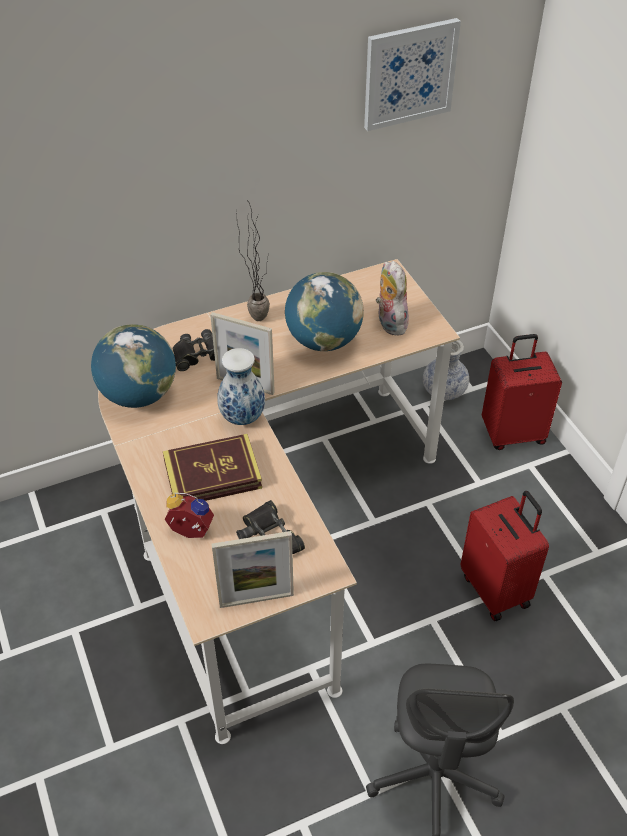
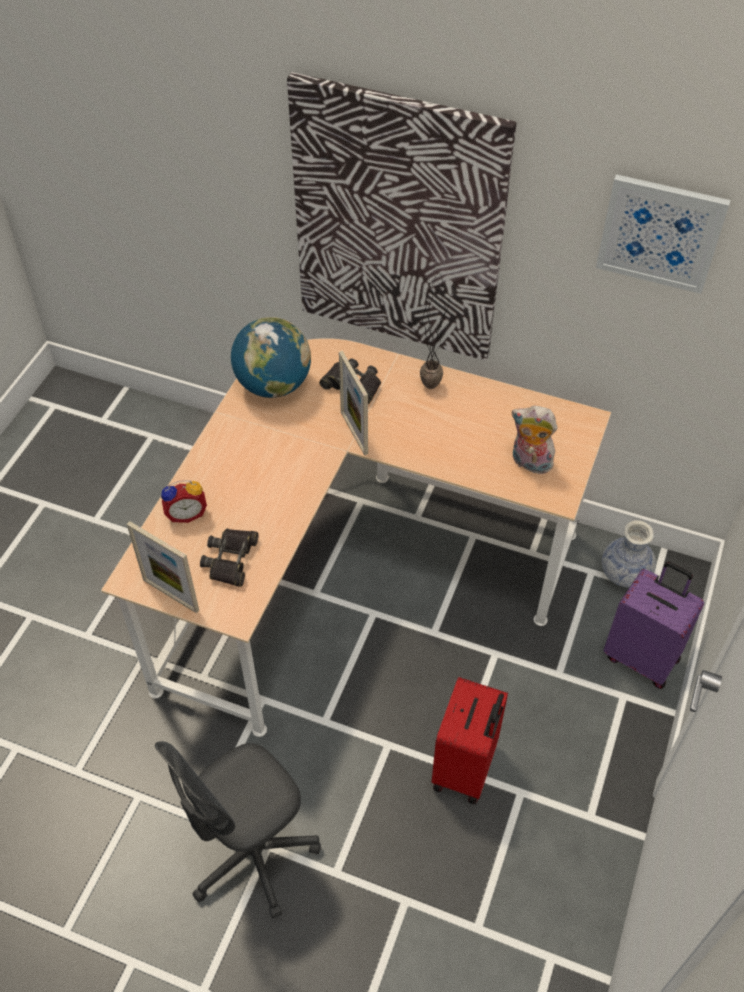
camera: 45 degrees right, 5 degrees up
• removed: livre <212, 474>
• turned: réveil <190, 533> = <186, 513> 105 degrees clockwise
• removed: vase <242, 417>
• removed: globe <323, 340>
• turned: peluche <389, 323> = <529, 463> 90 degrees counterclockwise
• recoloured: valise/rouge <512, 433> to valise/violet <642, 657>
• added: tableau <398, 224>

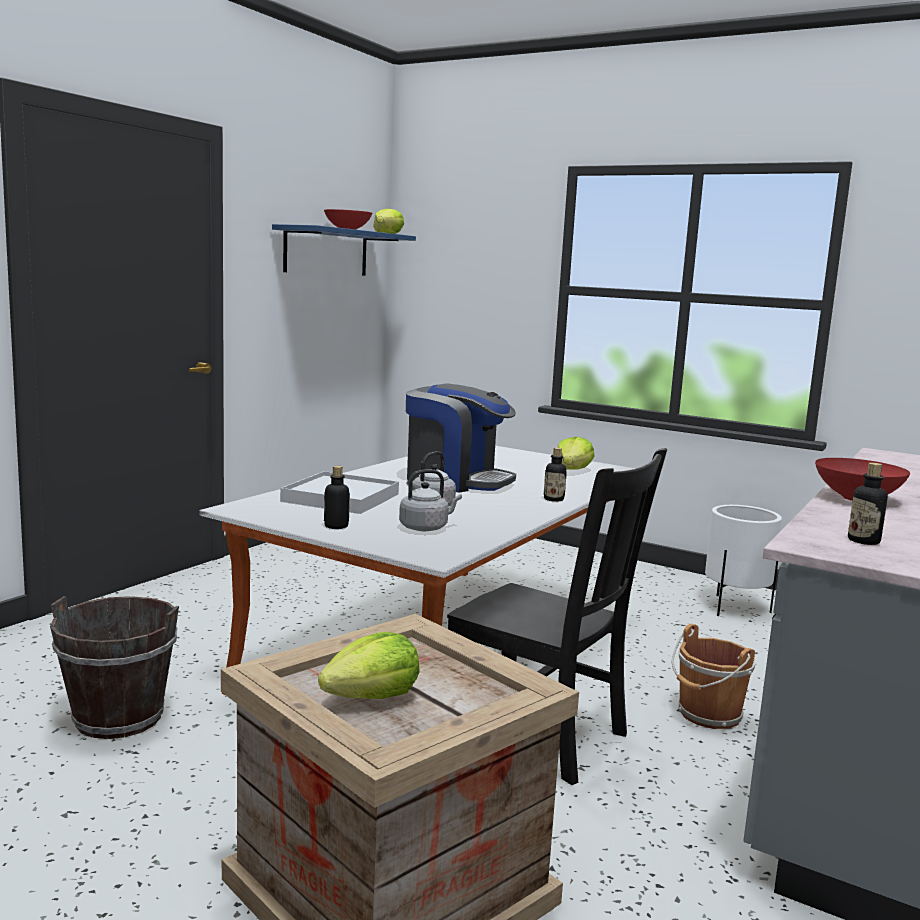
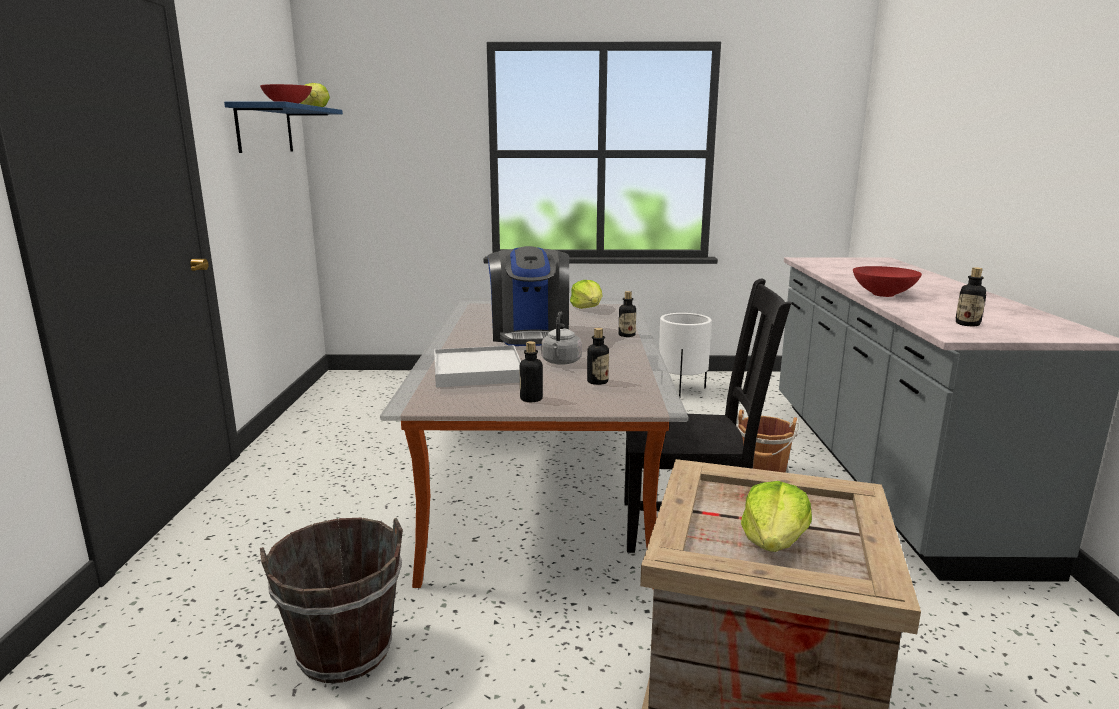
camera: 30 degrees left, 5 degrees up
• replaced: bouilloire/gris <426, 528> to bouteille <597, 382>
• turned: machine à café <456, 481> = <530, 335> 90 degrees clockwise

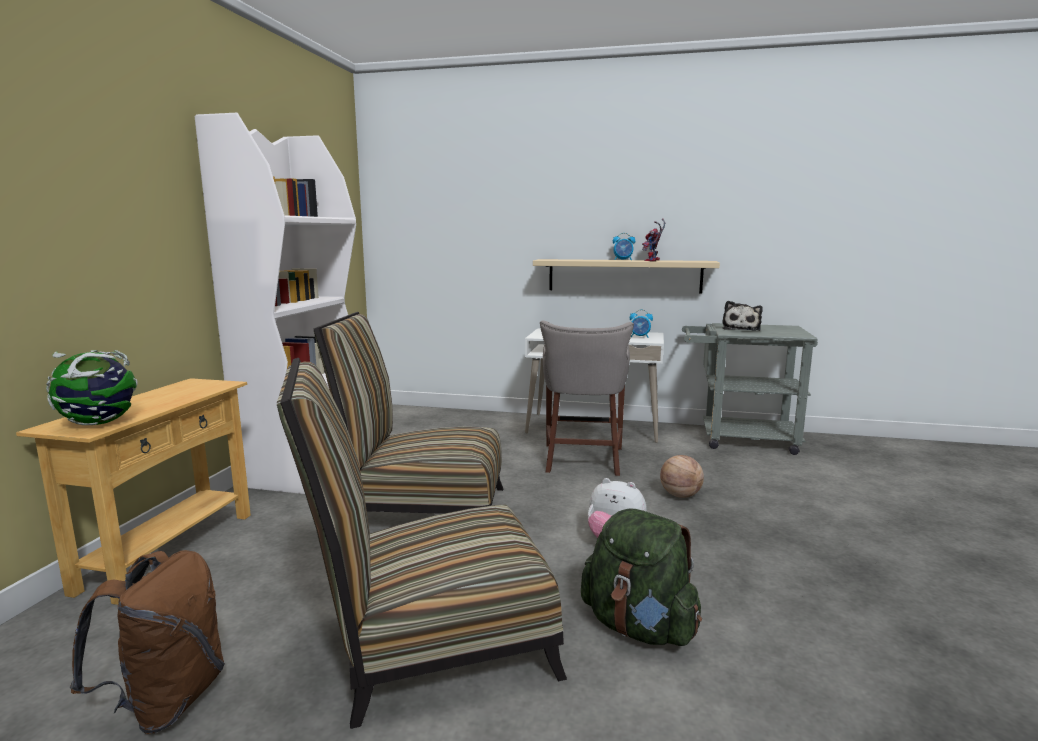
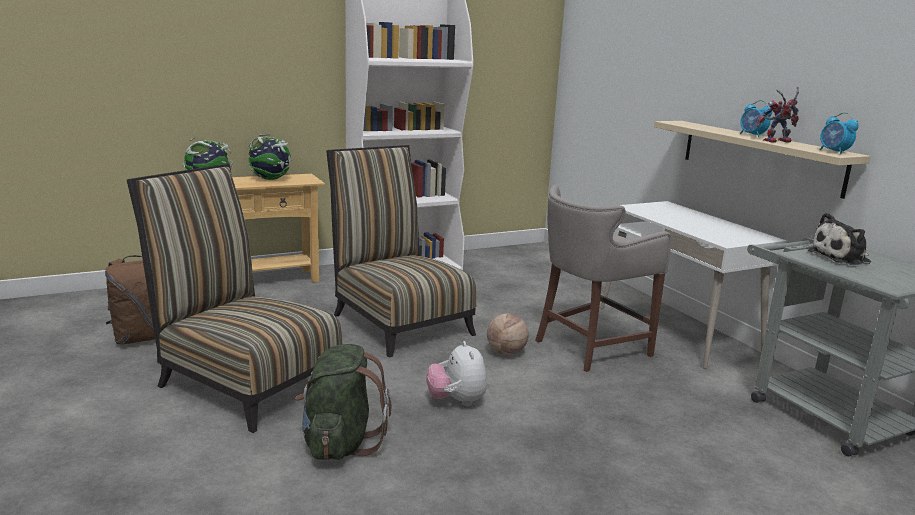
camera: 50 degrees right, 5 degrees up
• moved: réveil <640, 337> to <834, 152>
• moved: ballon de basket <680, 495> to <506, 353>
• added: globe <270, 179>

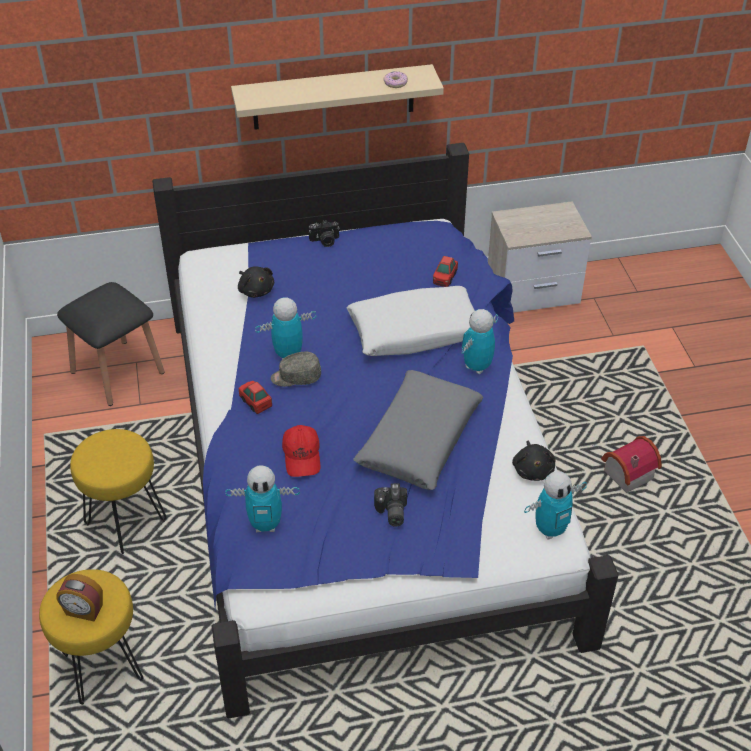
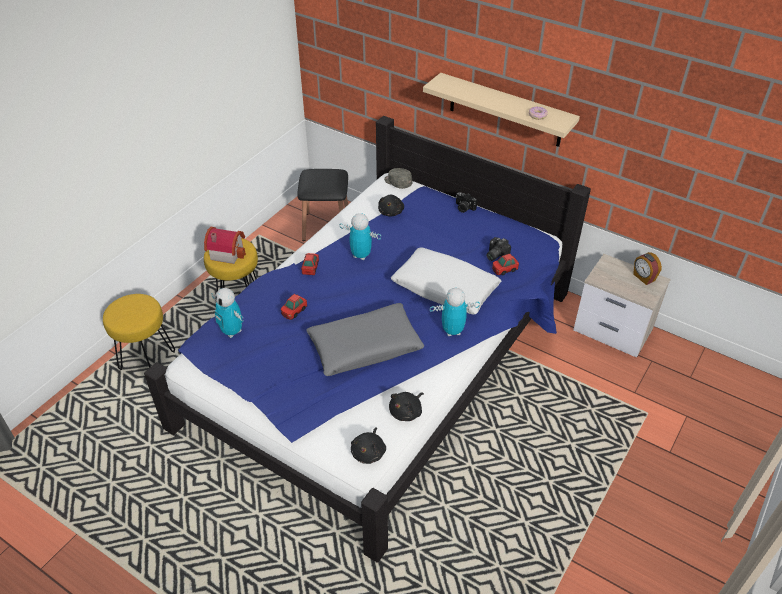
camera: 45 degrees right, 0 degrees up
• moved: réveil <84, 611> to <643, 277>
• moved: casquette/gris <296, 377> to <397, 183>
• replaced: casquette/rouge <302, 457> to petite voiture <294, 311>
• moved: appareil photo <390, 512> to <495, 254>
• replaced: robot jouet <550, 530> to peluche/noir <369, 452>
• moved: maison miniature <625, 474> to <227, 252>

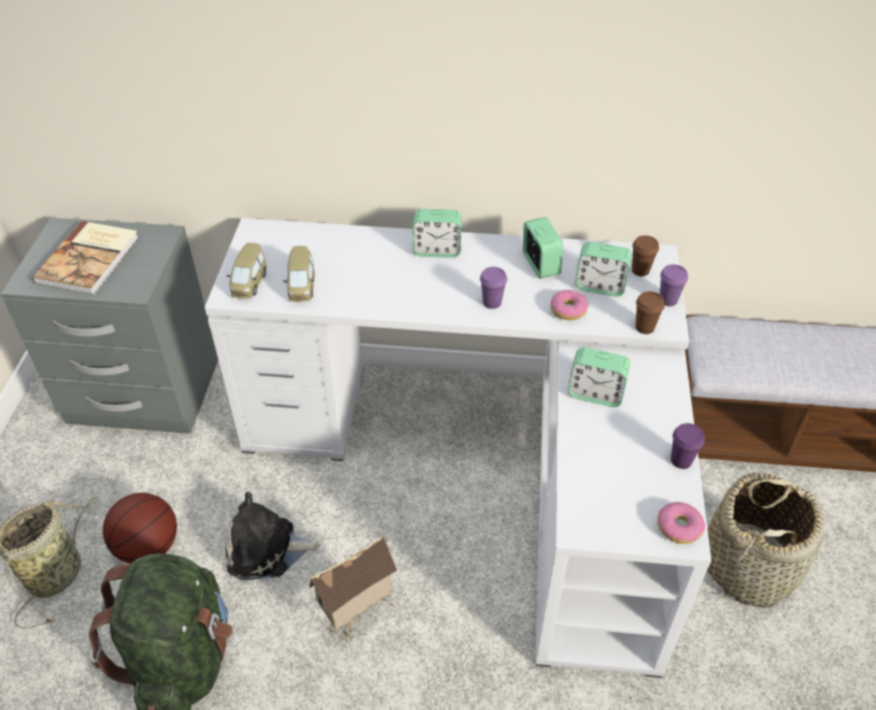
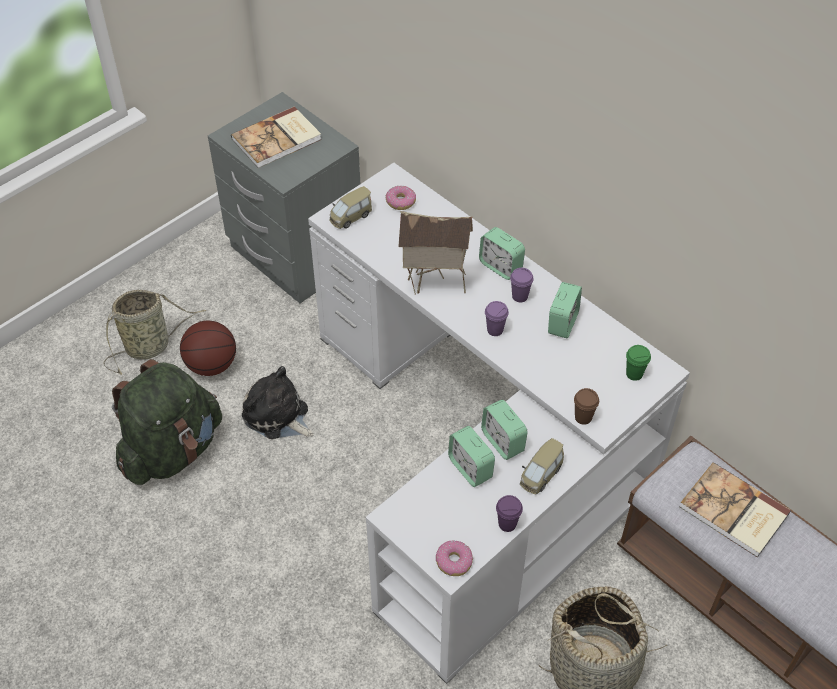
camera: 40 degrees right, 5 degrees up
• moved: petite voiture <301, 286> to <540, 475>
• moved: maison miniature <360, 619> to <434, 285>
• moved: beignet <568, 310> to <400, 202>
• moved: réveil <600, 286> to <470, 468>
• recoloured: tasse/marron <640, 270> to tasse/vert <634, 374>
• moved: tasse/violet <668, 300> to <520, 296>
• added: livre <733, 512>

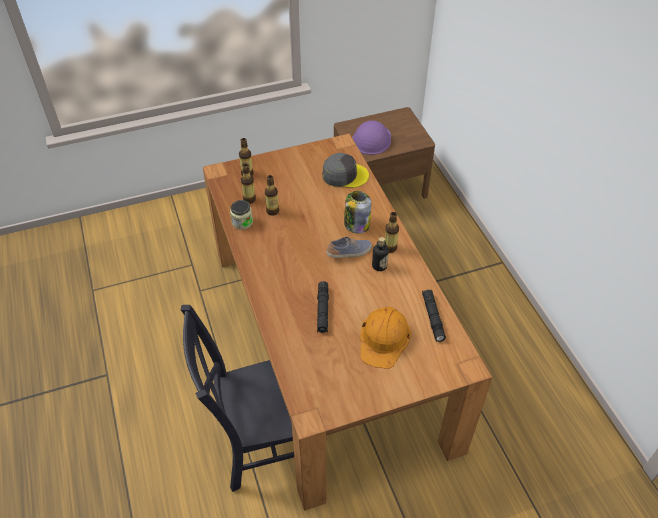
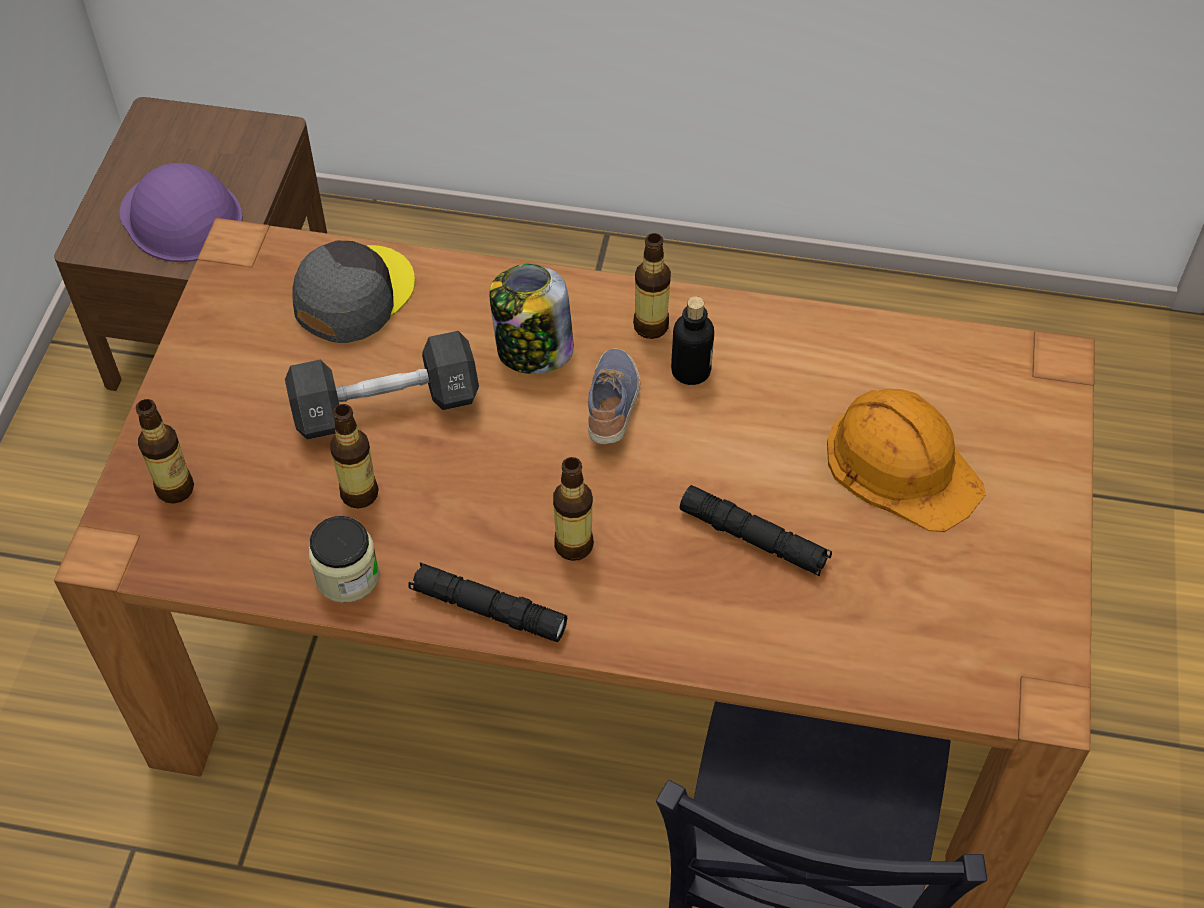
camera: 60 degrees left, 5 degrees up
• moved: bouteille <249, 199> to <573, 545>
• moved: lampe de poche/noir <433, 317> to <488, 609>
• added: haltère/noir <386, 406>

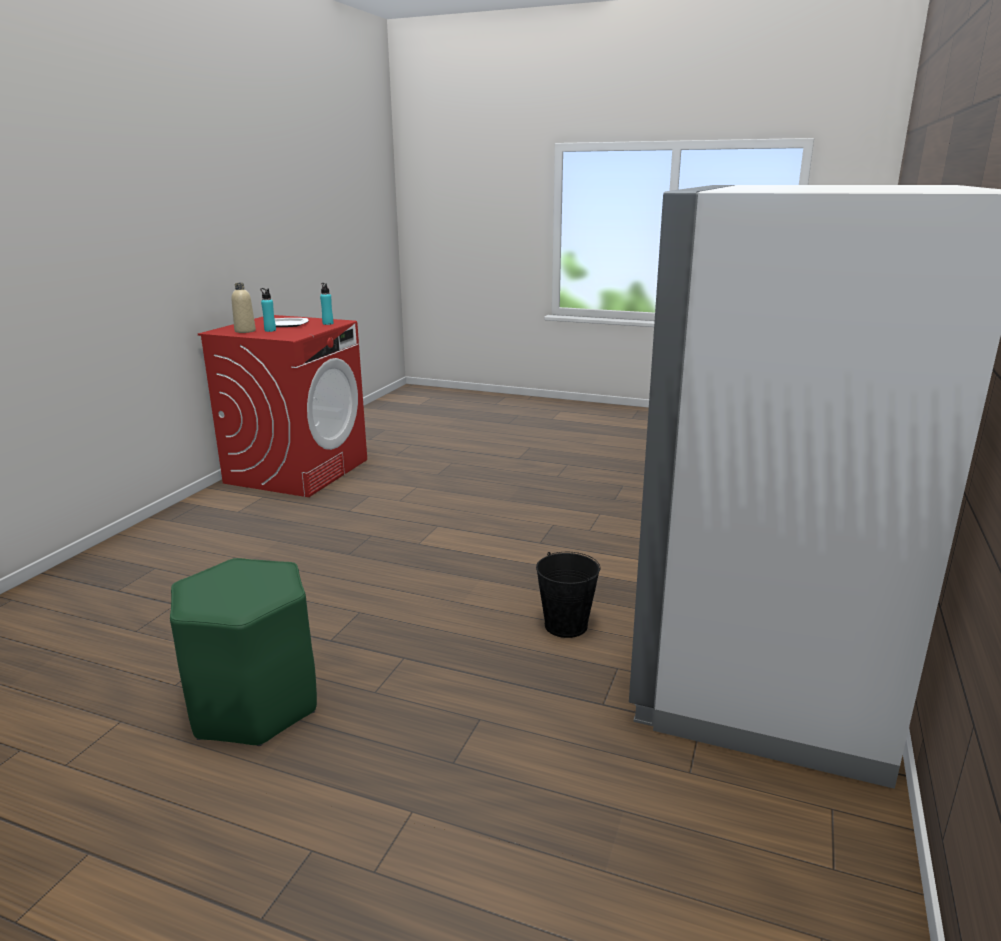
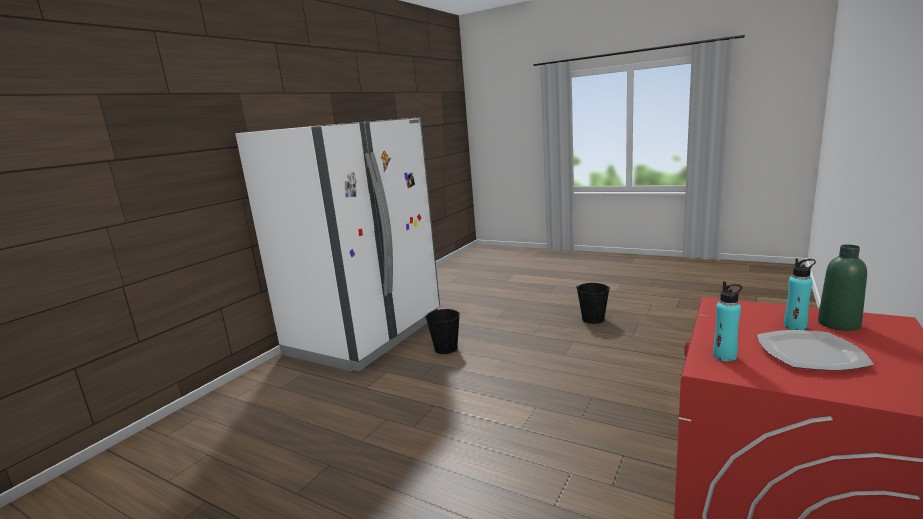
camera: 170 degrees left, 5 degrees down
• replaced: tabouret/vert <255, 706> to seau/noir <593, 319>
• recoloured: bouteille/beige <245, 331> to bouteille/vert <838, 324>

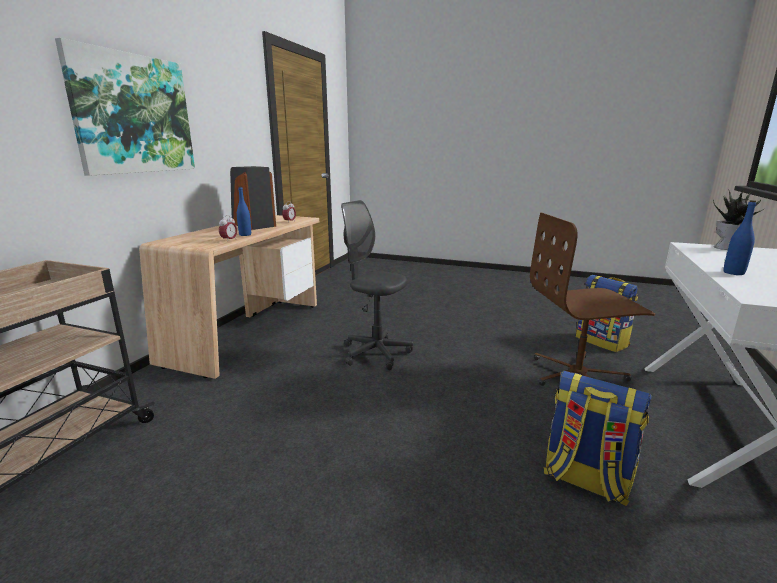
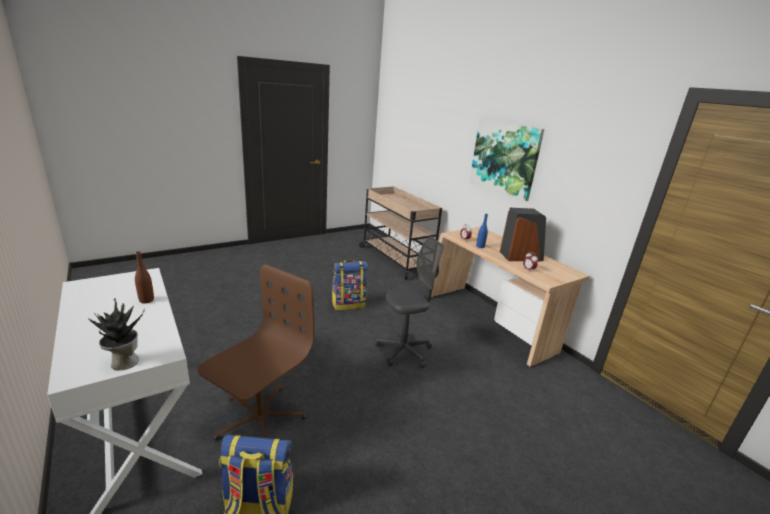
camera: 125 degrees right, 5 degrees up
• moved: sac à dos <585, 480> to <348, 304>
• recoloured: bouteille/bleu <733, 273> to bouteille/marron <146, 300>

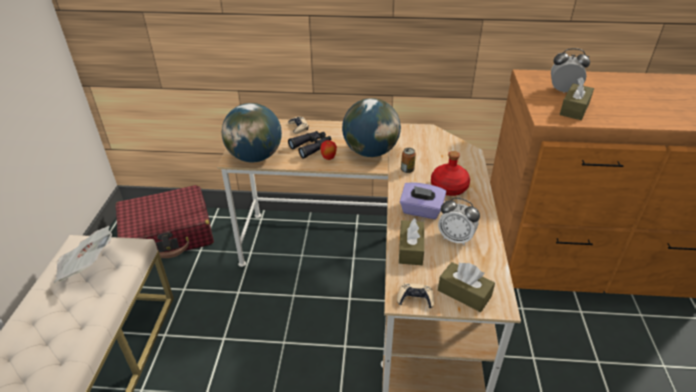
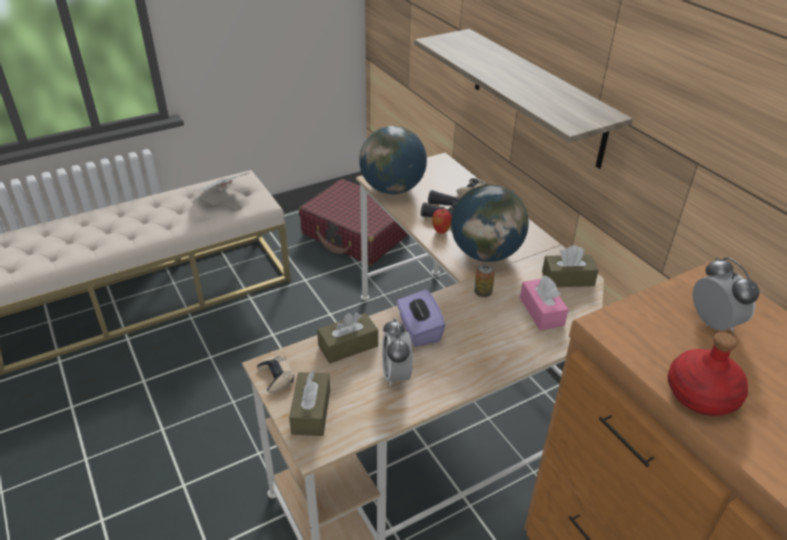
camera: 55 degrees right, 0 degrees up
• moved: bouteille/rouge <449, 187> to <702, 394>
• moved: boîte à mouchoirs/marron <574, 109> to <567, 279>
• added: étagère <536, 96>
• added: boîte à mouchoirs/rose <541, 311>

